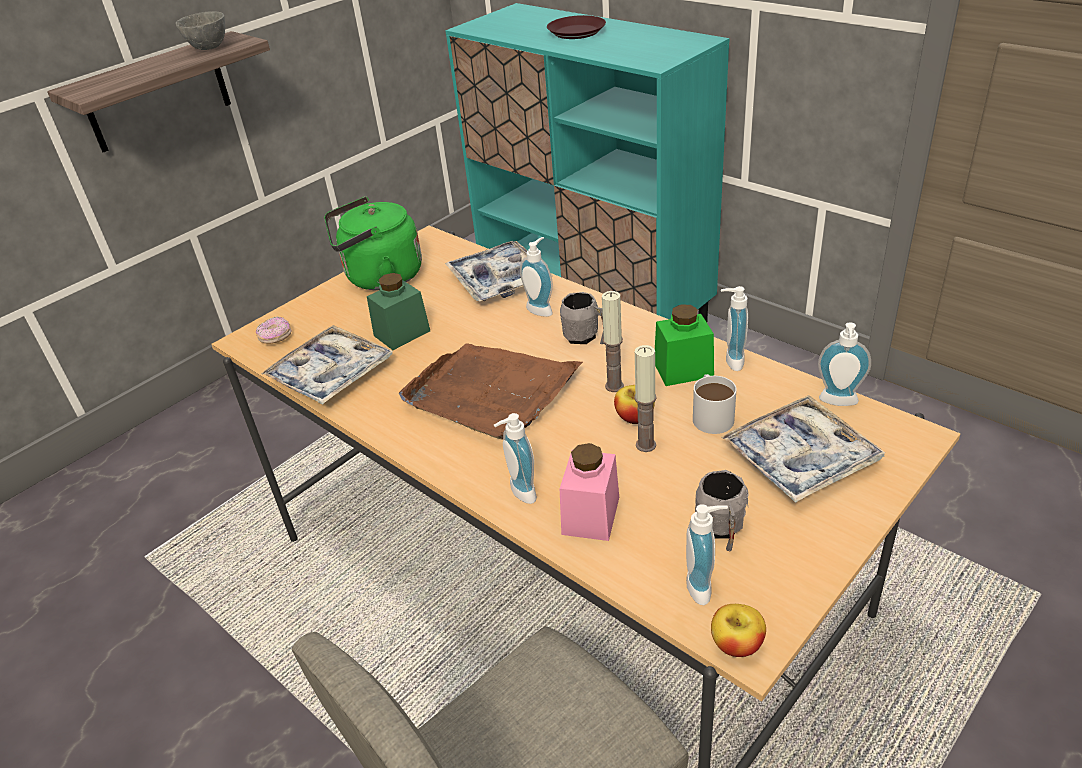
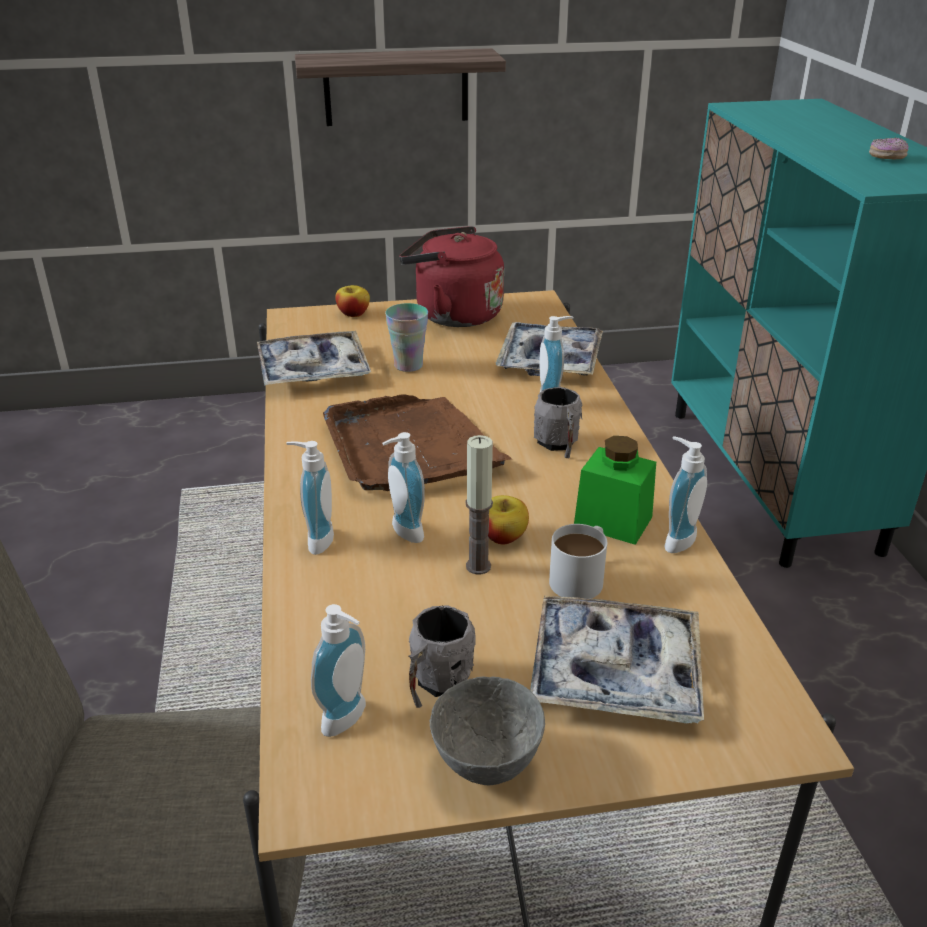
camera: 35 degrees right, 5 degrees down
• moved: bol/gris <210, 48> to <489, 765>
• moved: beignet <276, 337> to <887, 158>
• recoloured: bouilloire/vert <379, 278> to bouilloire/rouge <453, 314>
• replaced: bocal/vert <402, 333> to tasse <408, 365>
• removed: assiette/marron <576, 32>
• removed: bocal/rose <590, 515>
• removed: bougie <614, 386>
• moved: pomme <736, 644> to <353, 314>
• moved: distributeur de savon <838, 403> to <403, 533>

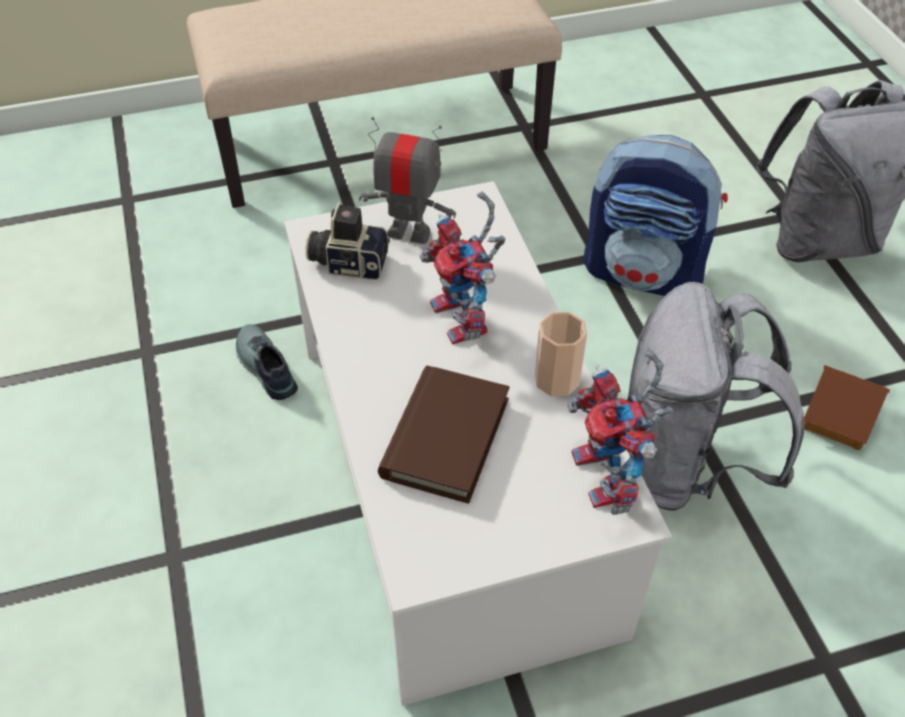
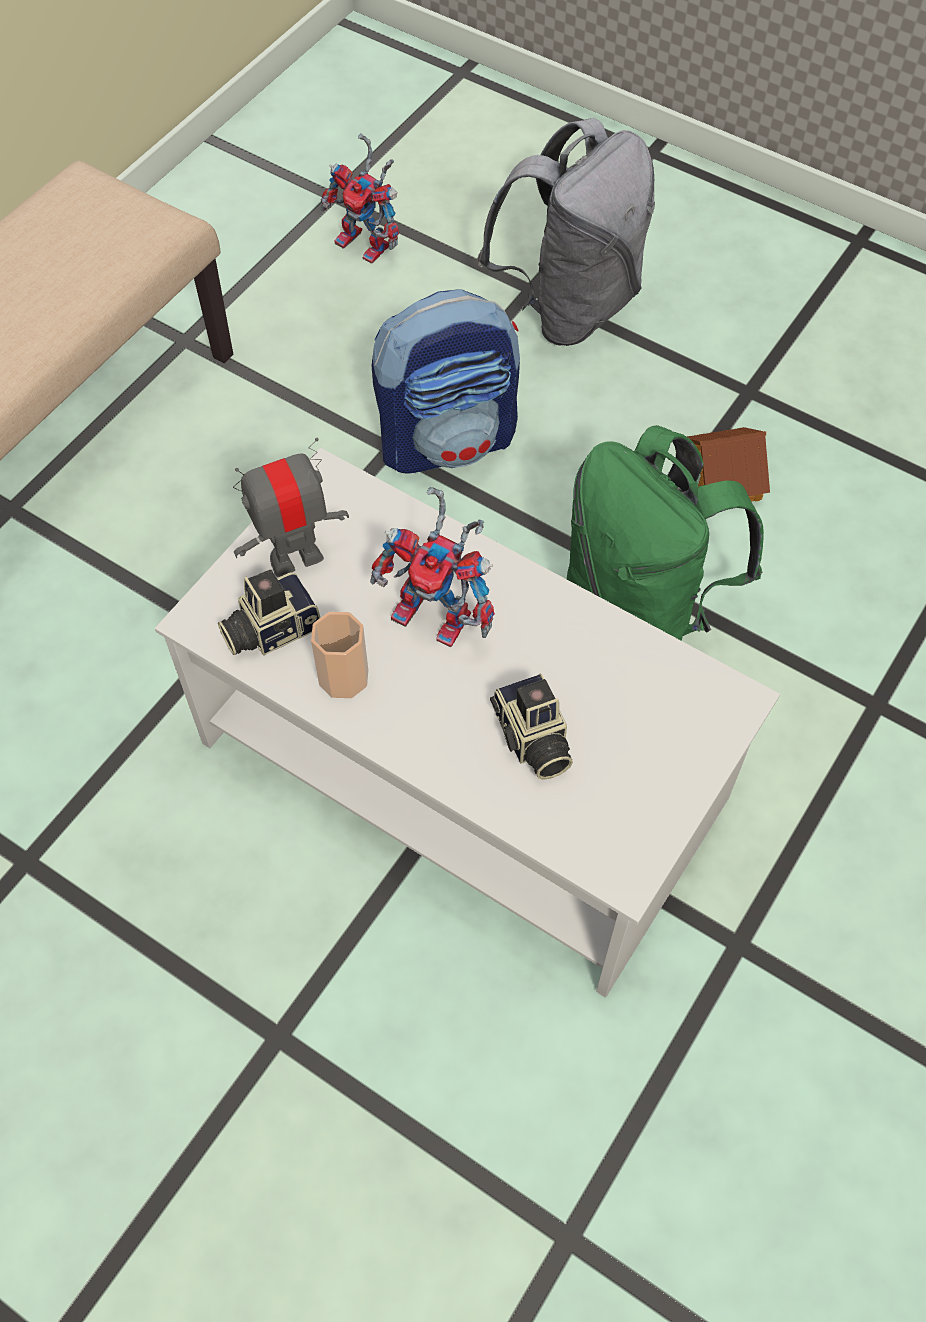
camera: 40 degrees left, 10 degrees up
• removed: chaussure <264, 368>
• replaced: livre/marron <445, 437> to appareil photo <531, 740>
• moved: tasse <556, 379> to <343, 677>
• moved: robot jouet <611, 480> to <369, 245>
• recoloured: sac à dos/gris <685, 465> to sac à dos/vert <642, 611>

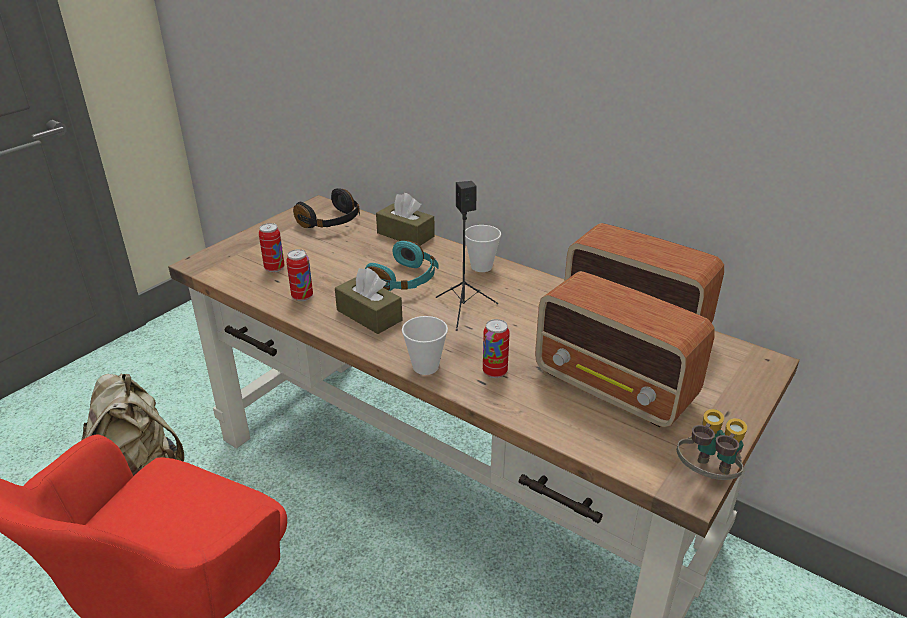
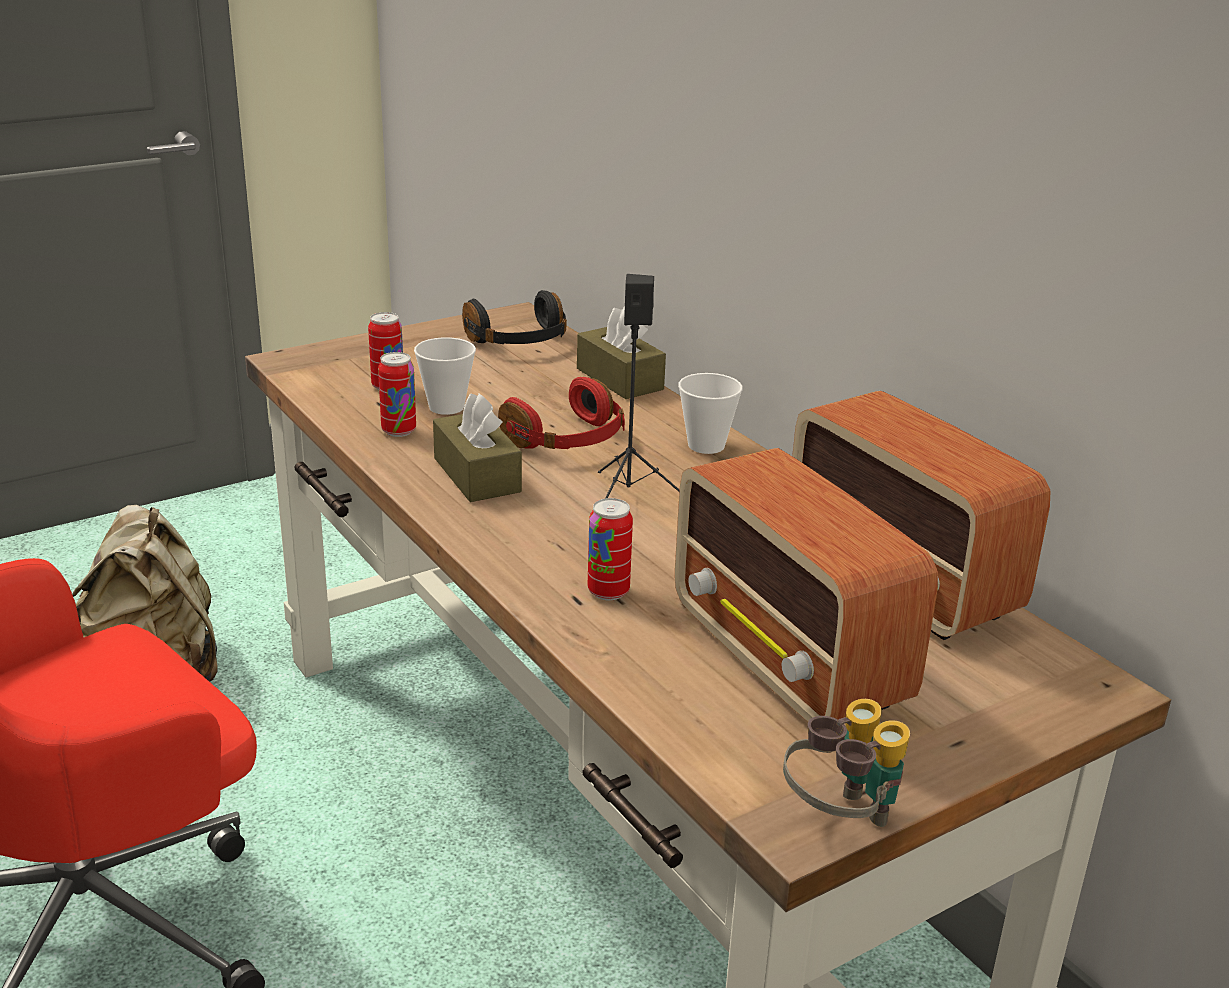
camera: 20 degrees right, 5 degrees down
• recoloured: casque audio/turquoise <405, 281> to casque audio/rouge <568, 441>
• moved: tasse <425, 367> to <446, 407>

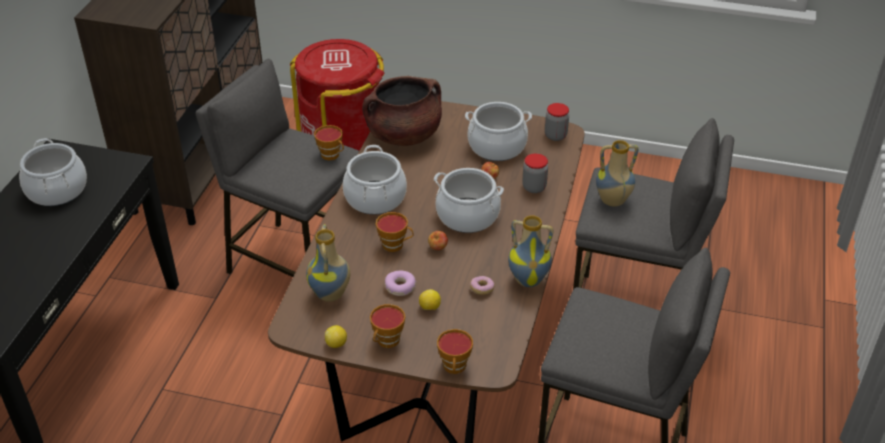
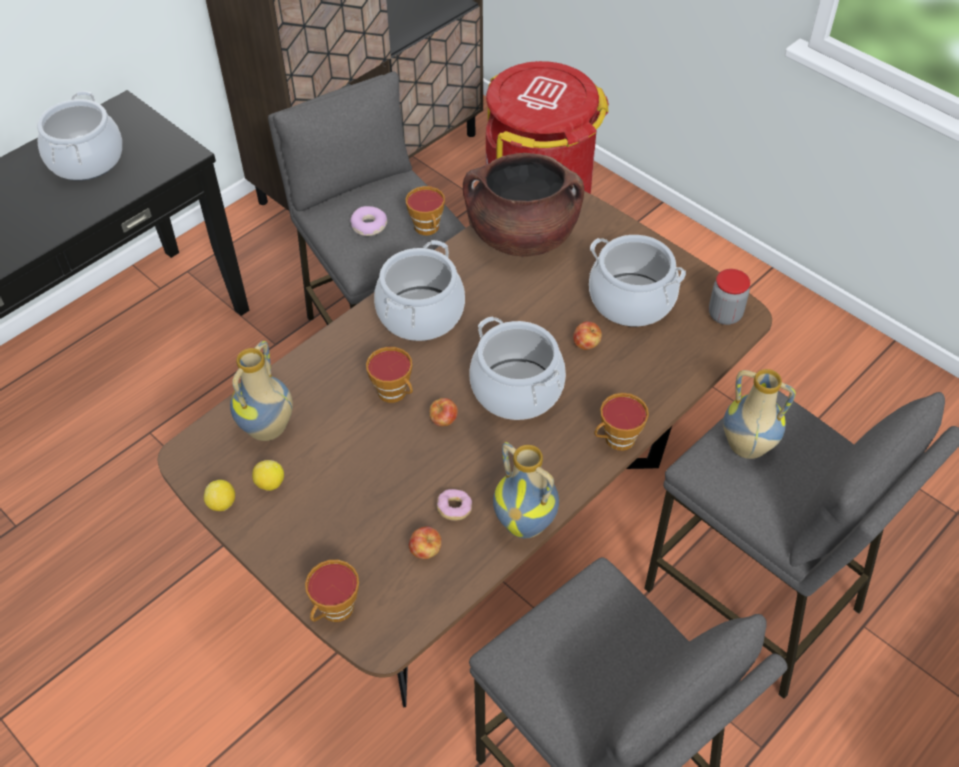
camera: 30 degrees right, 10 degrees up
• moved: tasse <387, 341> to <617, 440>
• moved: beignet <400, 287> to <369, 226>
• moved: citron <429, 307> to <270, 483>
• removed: bocal <534, 187>
• added: pomme <425, 551>

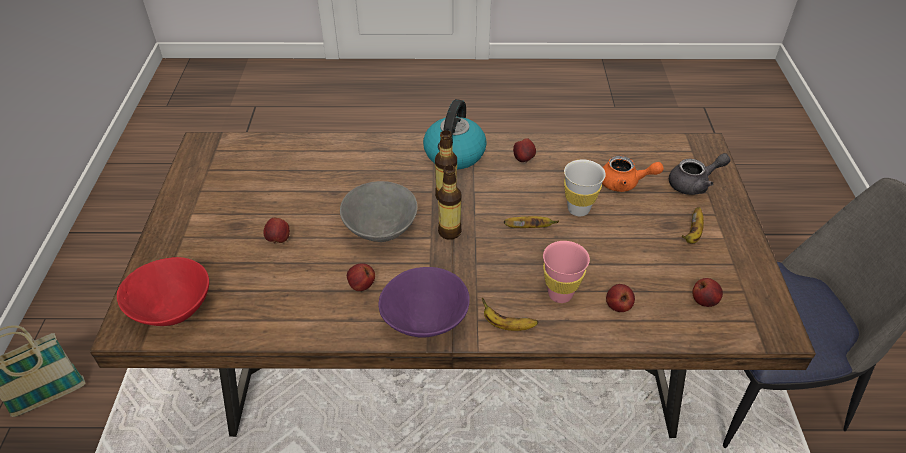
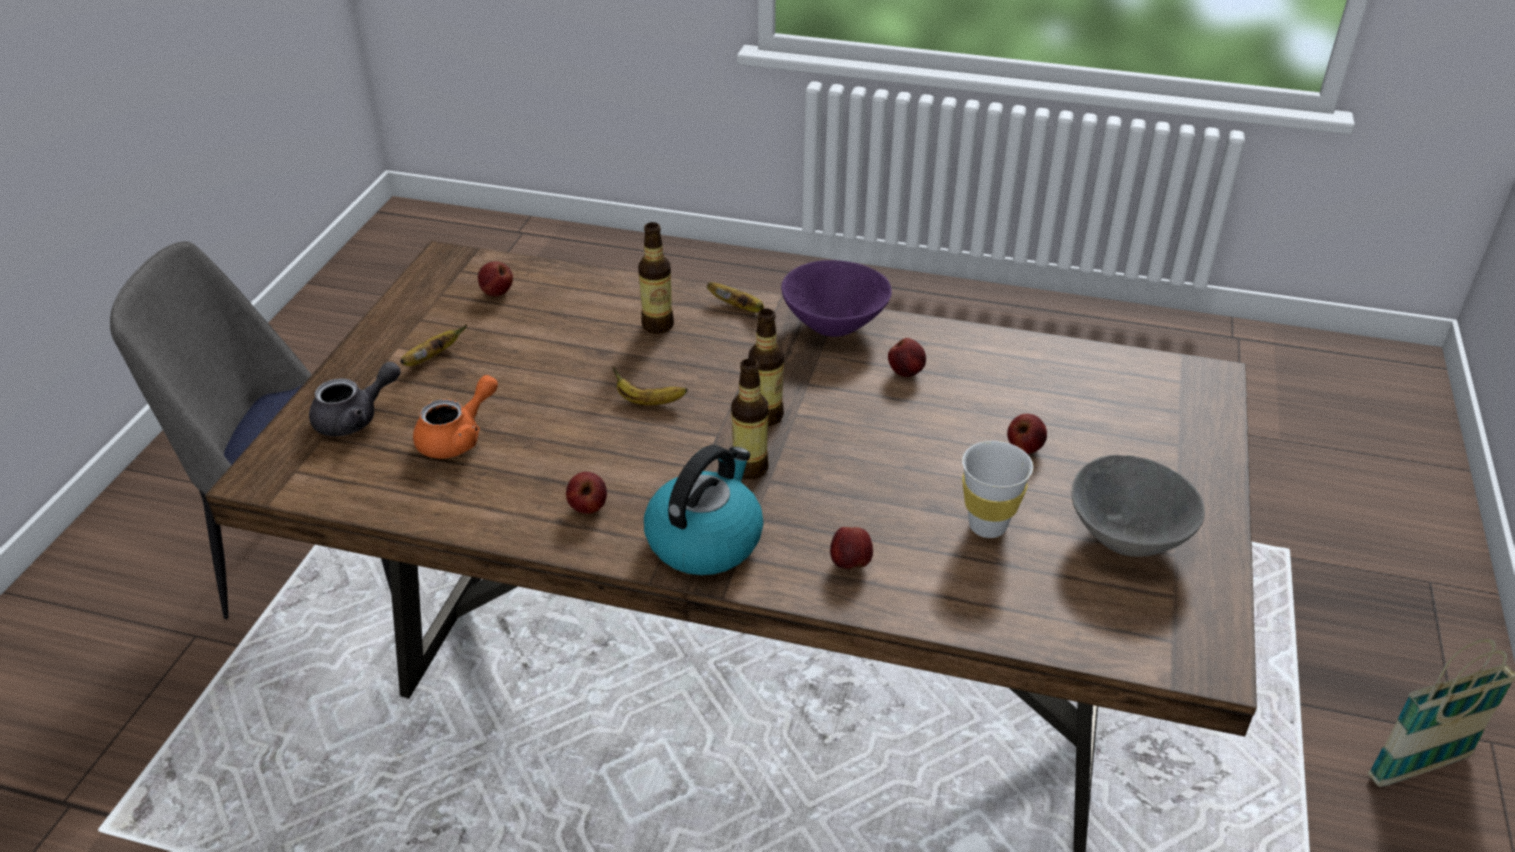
camera: 165 degrees left, 5 degrees down
• removed: bol/rouge <172, 311>
• moved: bol/gris <381, 231> to <1127, 537>
• replaced: tasse/rose <560, 294> to bouteille <658, 325>
• moved: tasse/blanc <578, 209> to <987, 526>
• turned: théière/orange <624, 183> = <458, 438> 105 degrees clockwise
• moved: pomme <618, 307> to <850, 564>
• turned: théière/gris <694, 184> = <355, 418> 150 degrees clockwise

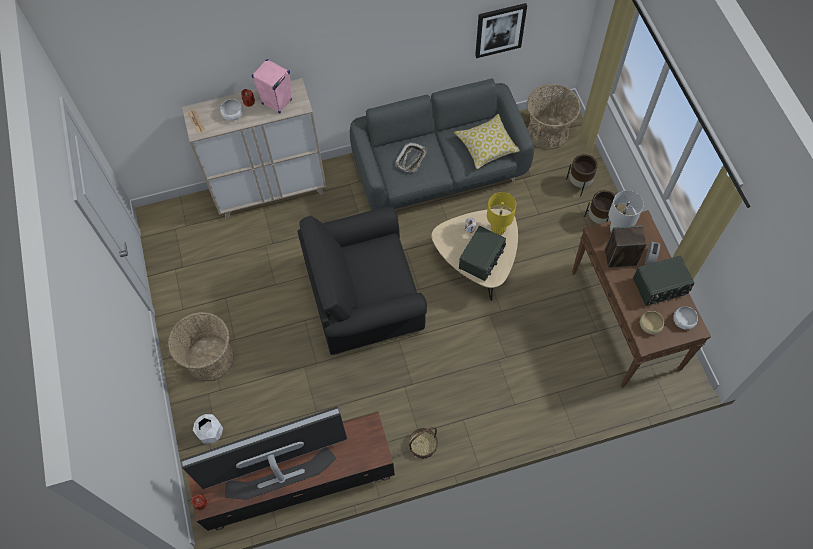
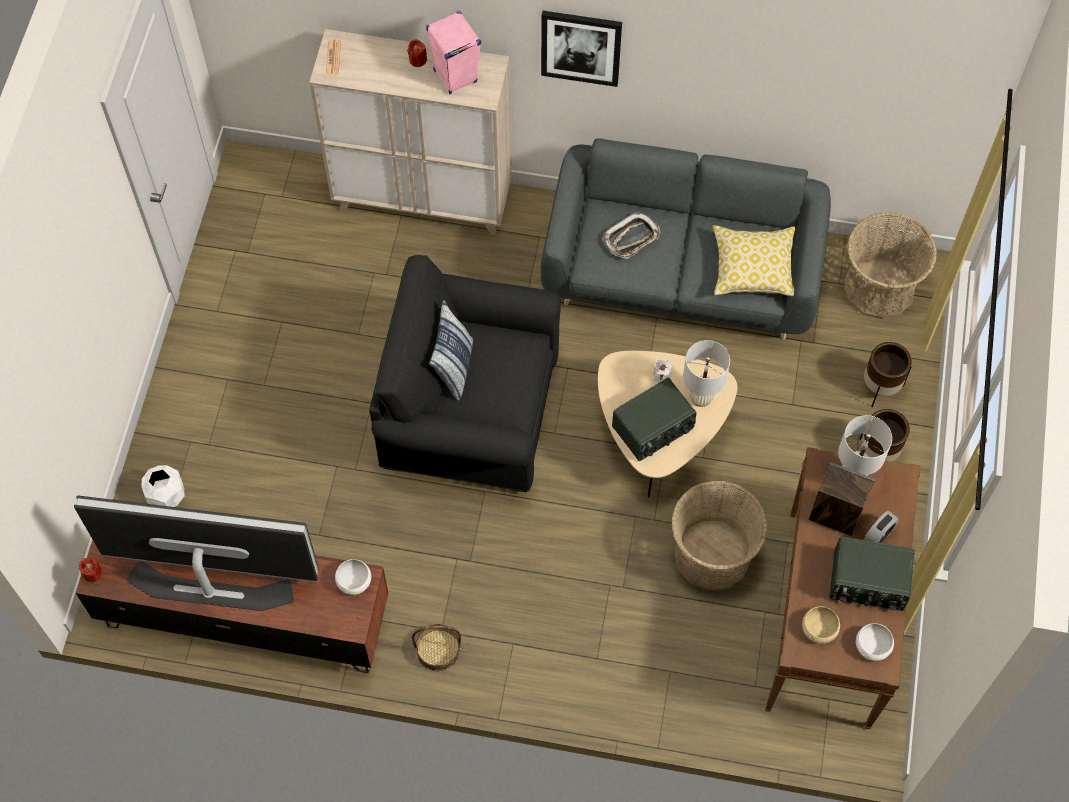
camera: 25 degrees right, 0 degrees up
• moved: panier <210, 358> to <712, 554>
• moved: bol/blanc <233, 114> to <354, 581>
• moved: tableau <500, 30> to <581, 47>
• recoloured: lampe de table/jaune <497, 230> to lampe de table/blanc <700, 397>
• added: coussin <454, 367>

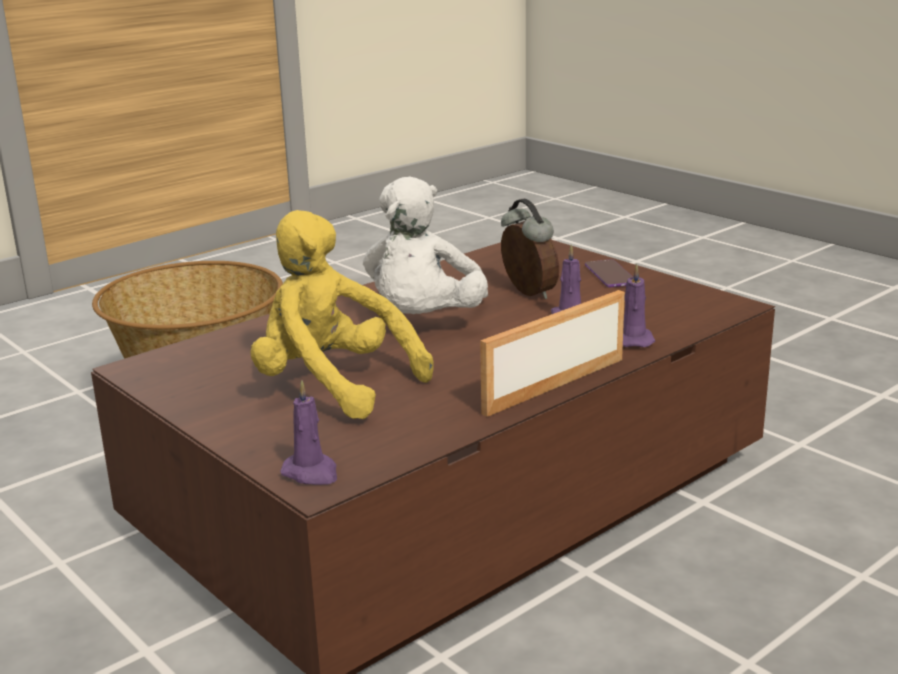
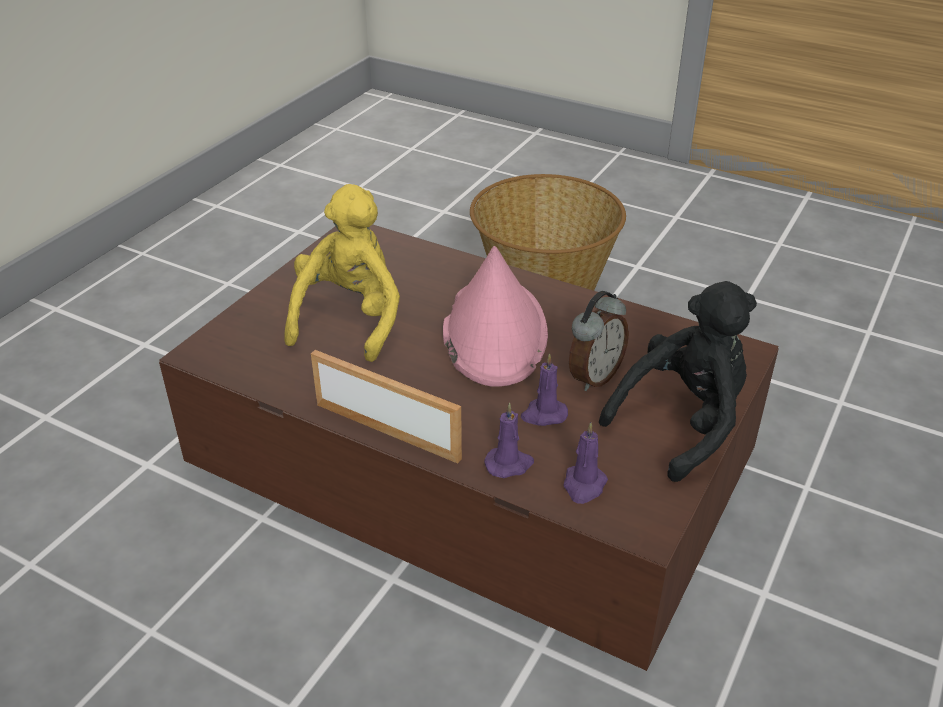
camera: 70 degrees right, 15 degrees up
• moved: bougie/violet <311, 473> to <584, 486>
• replaced: peluche/blanc <424, 321> to chapeau/rose <494, 332>
• replaced: téléphone <610, 275> to peluche/noir <682, 423>

